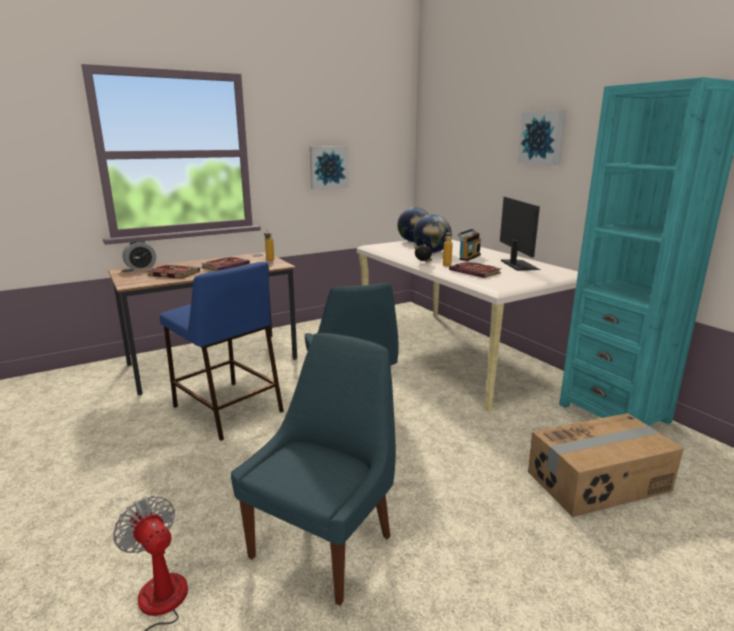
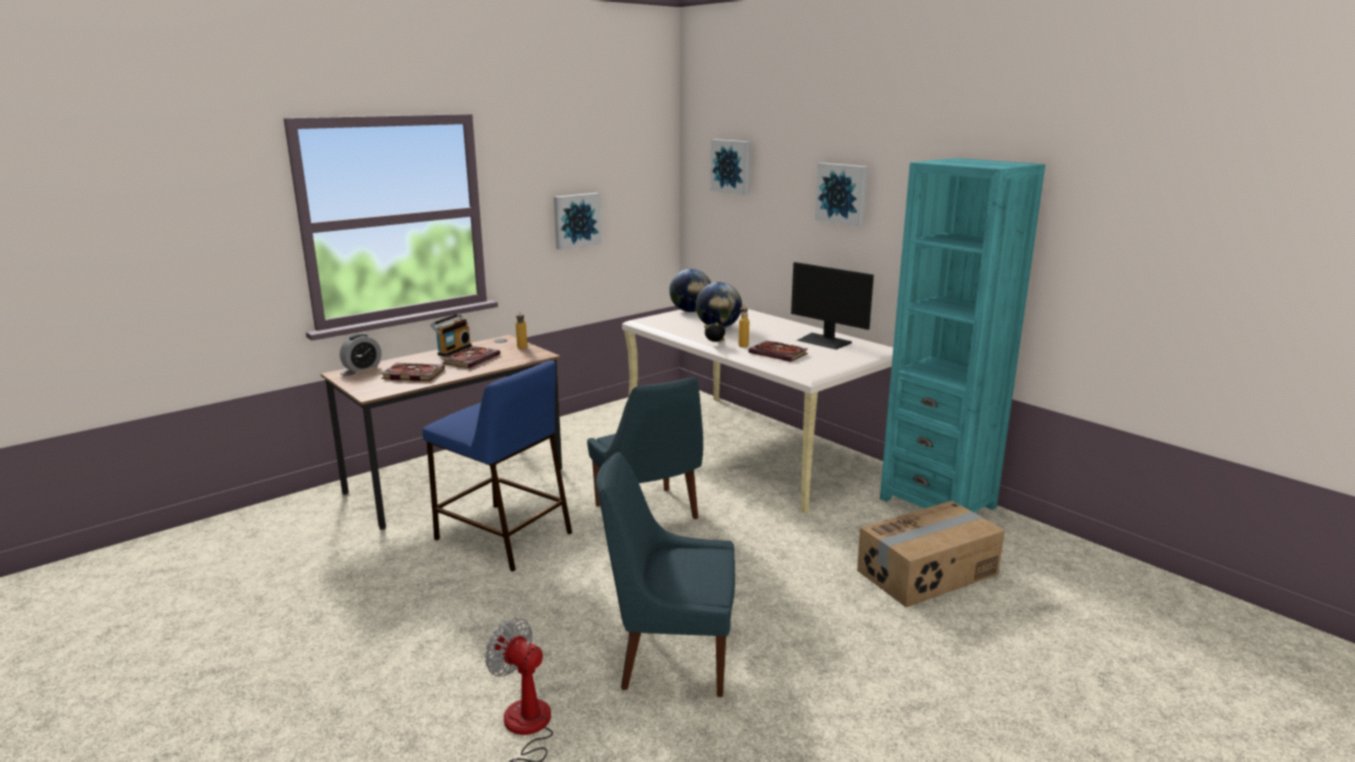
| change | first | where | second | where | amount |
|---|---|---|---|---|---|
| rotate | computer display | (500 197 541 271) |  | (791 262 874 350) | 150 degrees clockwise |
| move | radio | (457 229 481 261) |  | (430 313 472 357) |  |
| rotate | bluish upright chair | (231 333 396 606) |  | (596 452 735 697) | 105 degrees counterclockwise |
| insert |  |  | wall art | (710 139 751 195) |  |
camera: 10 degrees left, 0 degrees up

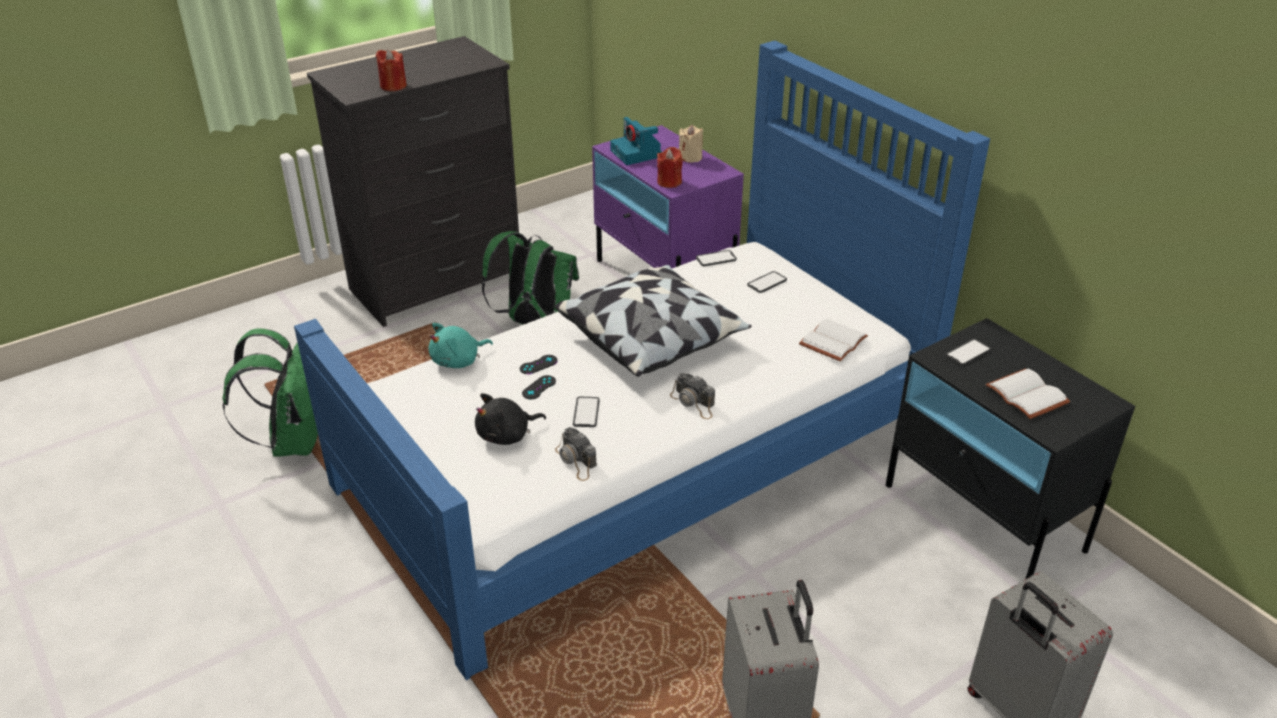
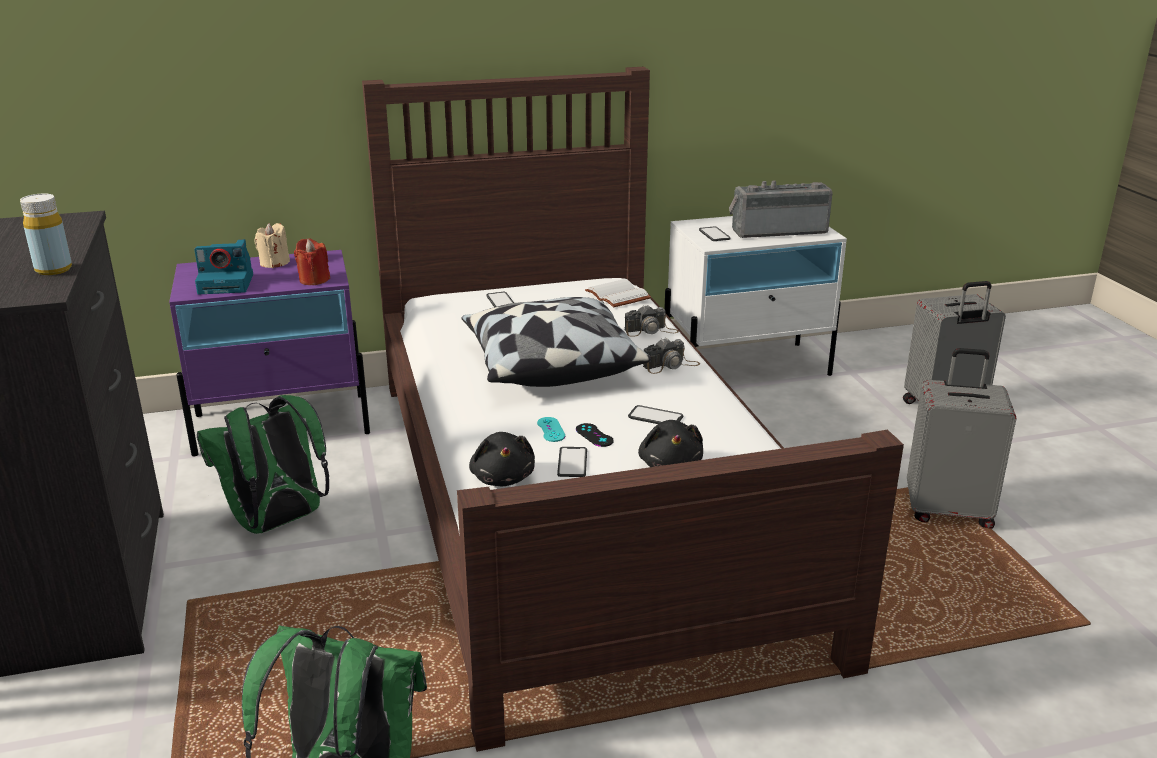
| change | first | where | second | where | amount |
|---|---|---|---|---|---|
| recolor | bluish bedroom bed | (294 41 990 680) | brown bedroom bed | (362 67 904 752) |  |
| replace | red wax candle | (376 49 407 91) | yellow bottle | (20 194 72 275) |  |
| move | telephone | (696 250 737 266) |  | (557 447 587 477) |  |
| recolor | blackish nightstand | (886 318 1135 579) | white nightstand | (664 216 847 376) |  |
| recolor | turquoise-coloured plush toy | (429 323 493 368) | blackish plush toy | (469 432 535 486) |  |
| recolor | blackish gamepad | (520 355 557 374) | turquoise-coloured gamepad | (537 417 565 442) |  |
| replace | white bound book | (986 369 1070 419) | radio | (729 180 833 238) |  |
| move | photo camera | (555 427 597 481) |  | (624 305 679 337) |  |
camera: 70 degrees left, 10 degrees down

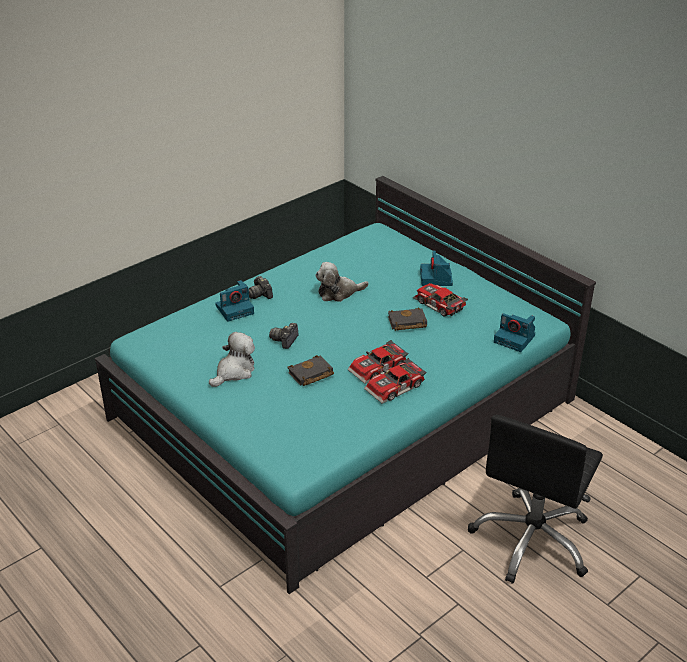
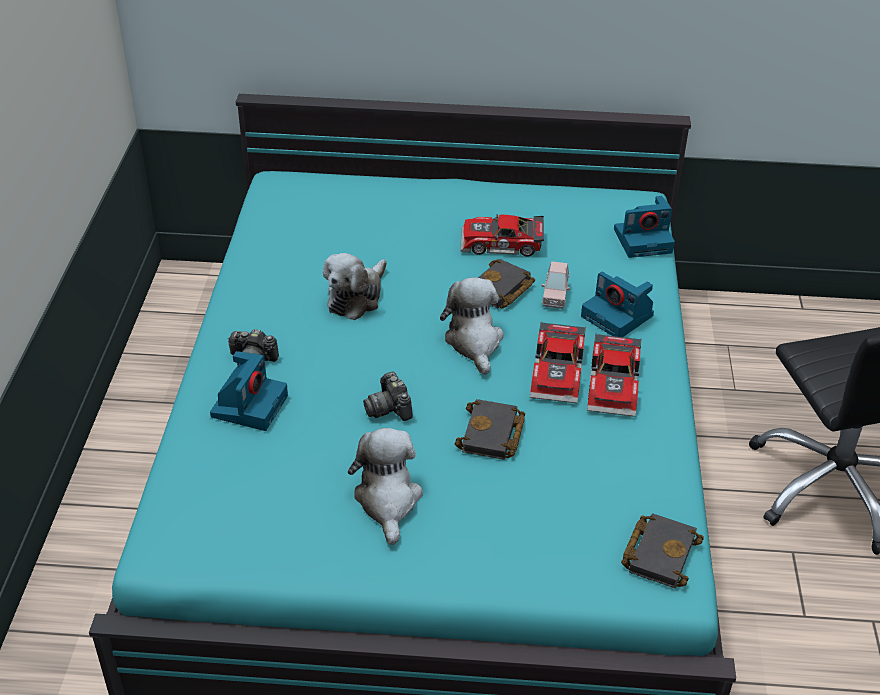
| change | first | where | second | where | amount |
|---|---|---|---|---|---|
| move | photo camera | (420 251 453 286) |  | (581 272 654 337) |  |
| insert |  |  | pinkish miniature car | (541 261 570 309) |  |
| insert |  |  | plush toy | (440 277 504 375) |  |
| insert |  |  | blackish bound book | (621 513 704 588) |  |
camera: 45 degrees left, 5 degrees up

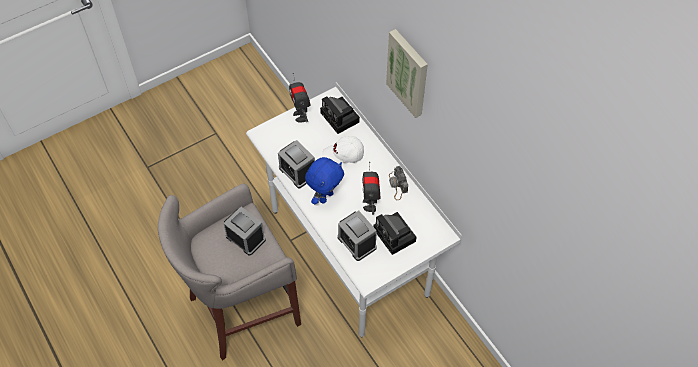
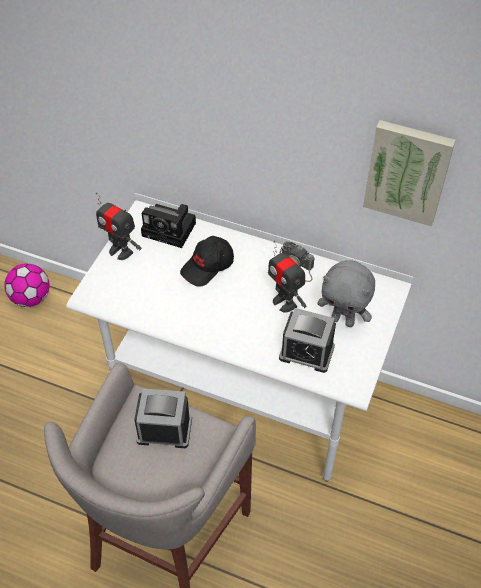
| change | first | where | second | where | amount |
|---|---|---|---|---|---|
| move | wall art | (386 29 428 118) |  | (363 120 456 226) |  |
| recolor | white peaked cap | (322 136 364 164) | blackish peaked cap | (180 236 234 286) |  |
| delete | alarm clock | (278 140 315 188) |  |  |  |
| delete | bluish plush toy | (305 157 344 205) |  |  |  |
| replace | photo camera | (374 212 417 255) | gray plush toy | (317 260 375 327) |  |
| insert |  |  | football ball | (4 263 50 307) |  |
camera: 35 degrees left, 5 degrees down

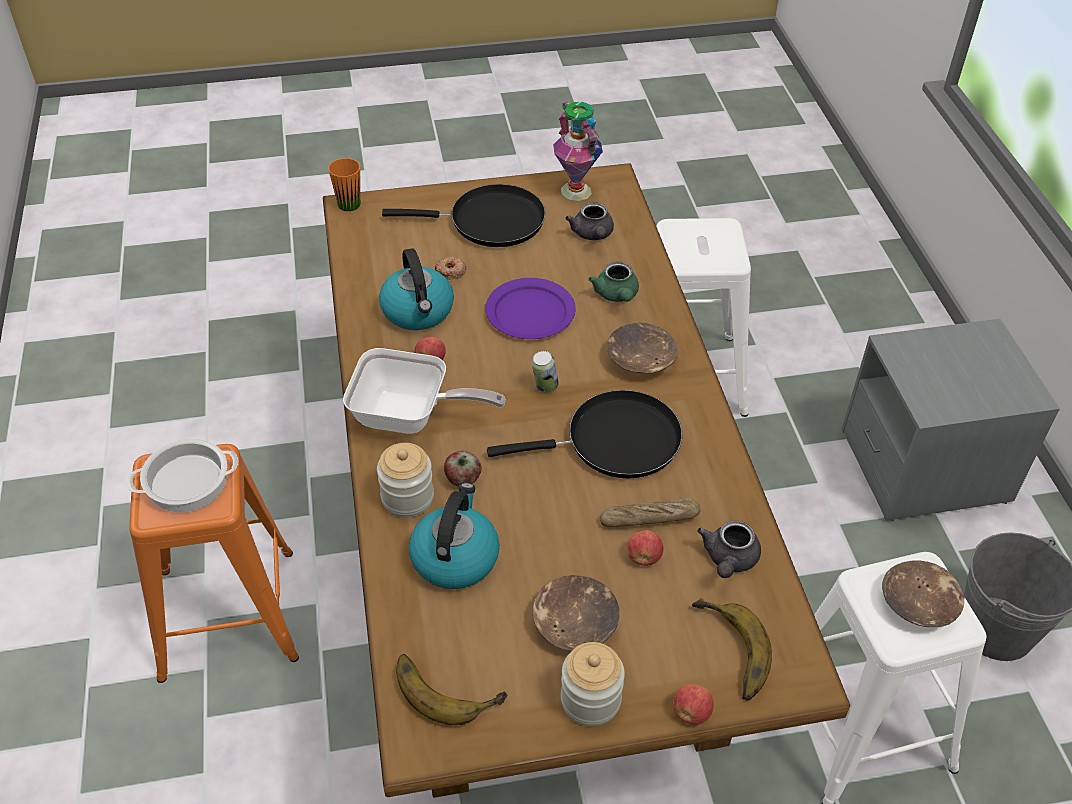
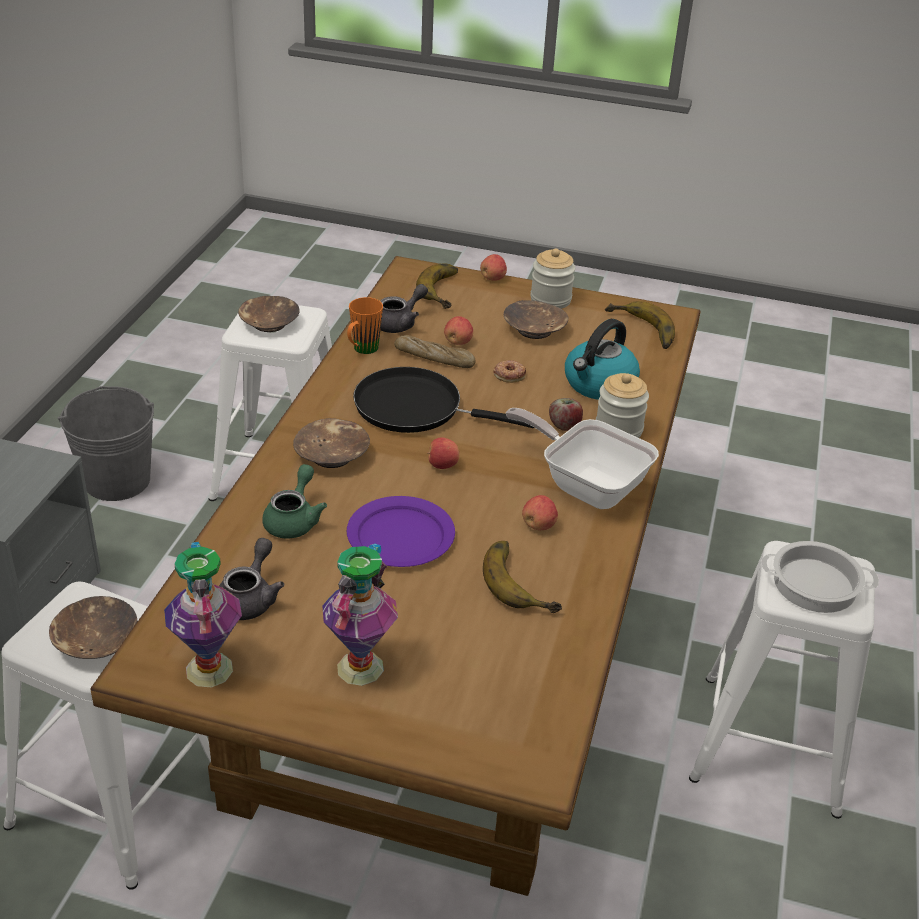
| change | first | where | second | where | amount |
|---|---|---|---|---|---|
| move | orange-coloured coffee mug | (328 158 360 211) |  | (347 297 383 354) |  |
| replace | blackish skillet | (382 184 546 247) | flower vase | (322 544 398 686) |  |
| replace | water kettle | (379 248 454 330) | banana | (483 541 562 613) |  |
| move | doughnut | (435 257 466 280) |  | (493 360 526 383) |  |
| replace | metal can | (532 351 559 393) | whole apple | (427 438 459 469) |  |
| recolor | orange-coloured stool | (129 444 299 683) | white stool | (689 541 875 819) |  |
| insert |  |  | brown deep dish | (49 596 138 659) |  |
camera: 155 degrees left, 10 degrees down

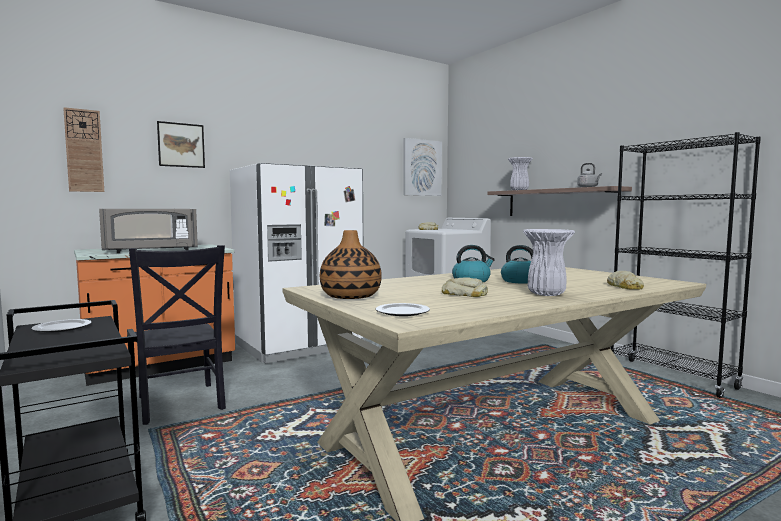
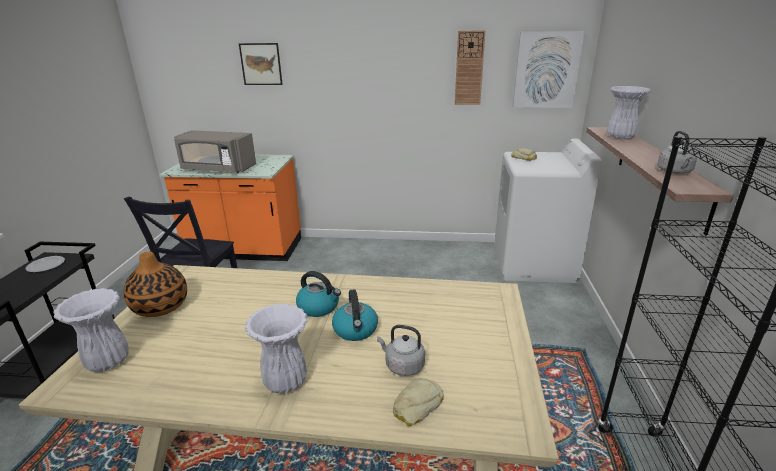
| change | first | where | second | where | amount |
|---|---|---|---|---|---|
| move | hanging clock | (63 107 104 192) |  | (455 30 486 105) |  |
| delete | white fridge | (230 163 364 364) |  |  |  |
| delete | bread | (442 277 488 297) |  |  |  |
| replace | plate | (376 303 430 316) | white flower vase | (53 288 129 372) |  |
| insert |  |  | gray water kettle | (377 325 425 376) |  |
camera: 40 degrees right, 20 degrees up

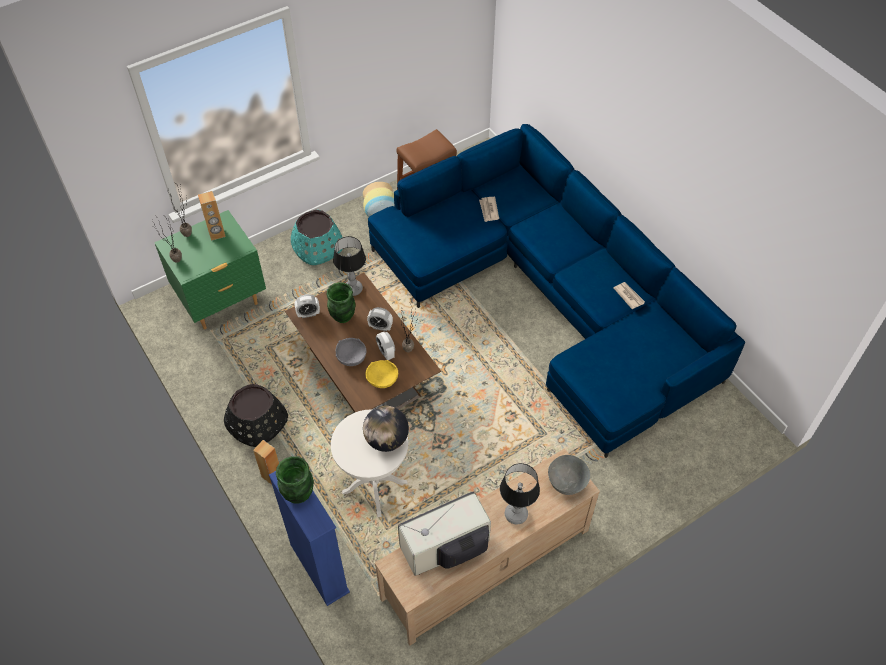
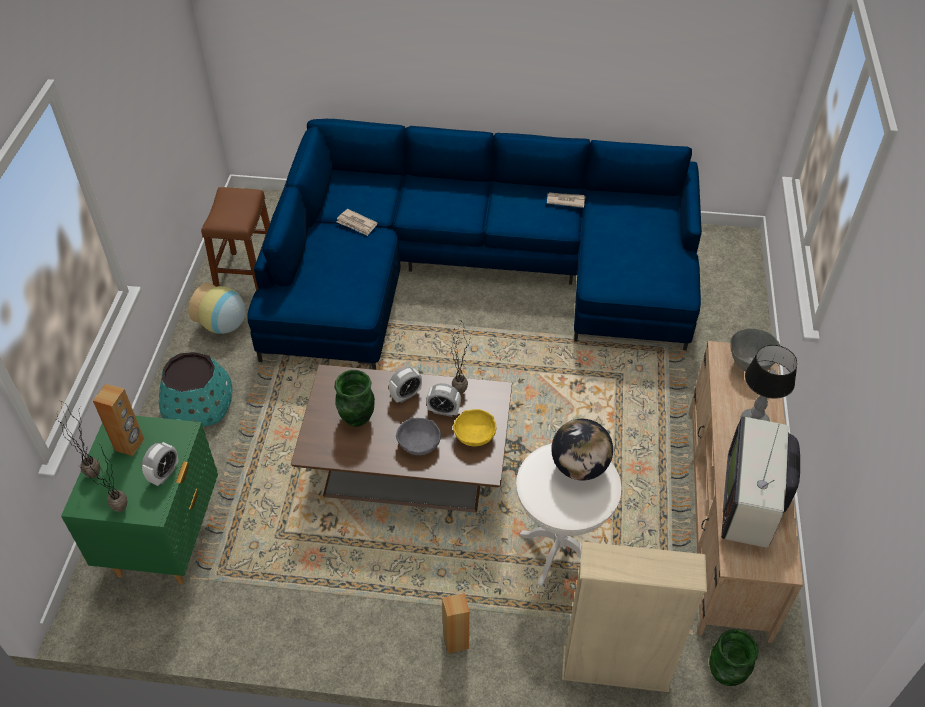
| change | first | where | second | where | amount |
|---|---|---|---|---|---|
| delete | tabletop lamp | (333 236 366 296) |  |  |  |
| move | alarm clock | (294 294 320 318) |  | (142 442 179 486) |  |
| delete | blackish planter | (224 384 288 447) |  |  |  |
| move | green-coloured flower vase | (276 456 314 504) |  | (709 629 759 686) |  |
| recolor | bluish shelving unit | (269 471 350 606) | beige shelving unit | (562 541 707 692) |  |
camera: 50 degrees left, 5 degrees down

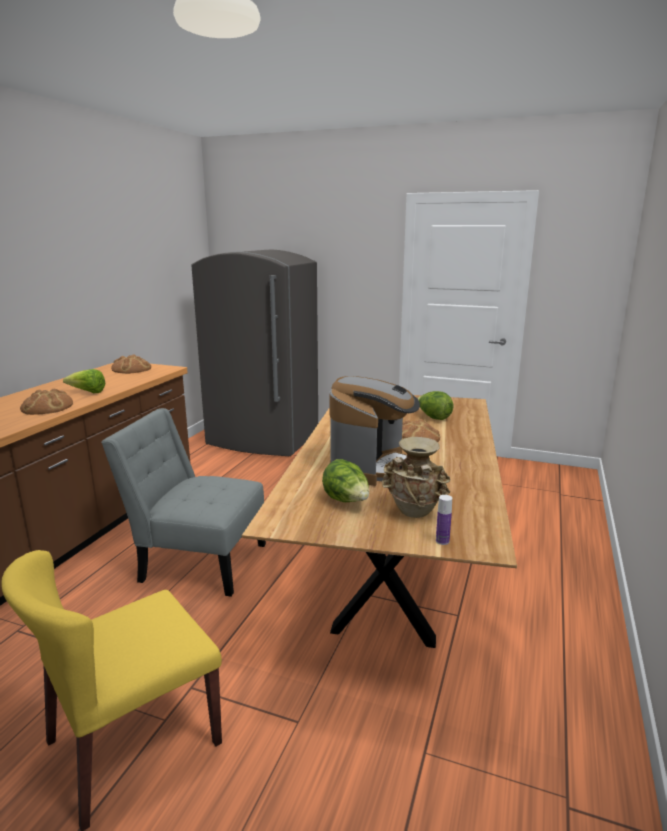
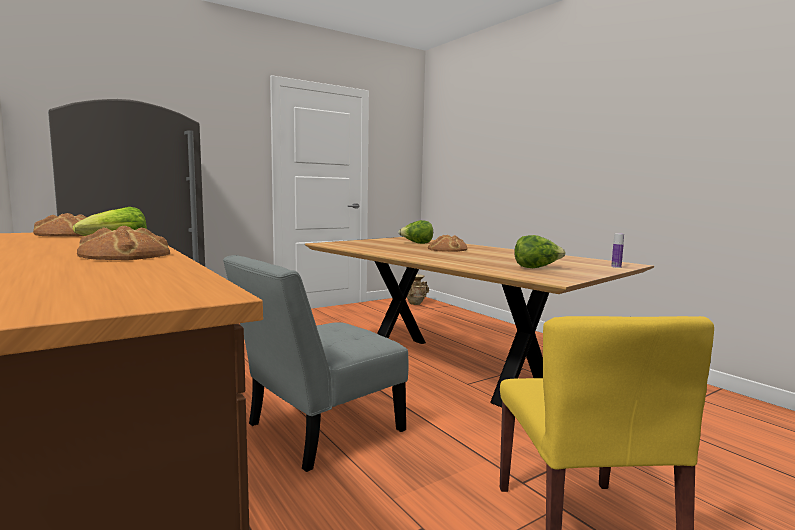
| change | first | where | second | where | amount |
|---|---|---|---|---|---|
| delete | coffee brewer | (329 376 420 486) |  |  |  |
| move | beige flower vase | (382 437 450 518) |  | (407 274 429 305) |  |
camera: 55 degrees left, 10 degrees down

